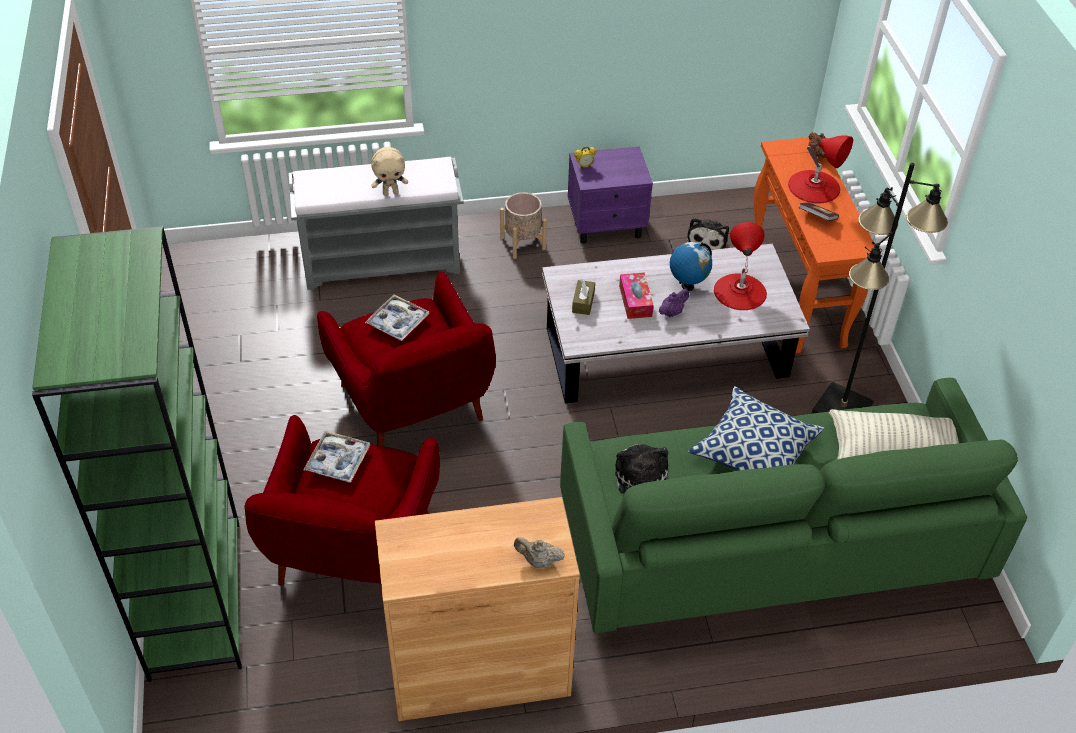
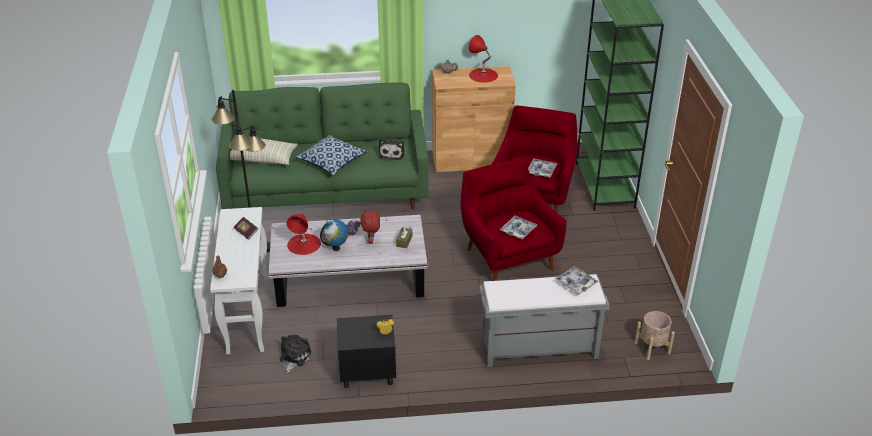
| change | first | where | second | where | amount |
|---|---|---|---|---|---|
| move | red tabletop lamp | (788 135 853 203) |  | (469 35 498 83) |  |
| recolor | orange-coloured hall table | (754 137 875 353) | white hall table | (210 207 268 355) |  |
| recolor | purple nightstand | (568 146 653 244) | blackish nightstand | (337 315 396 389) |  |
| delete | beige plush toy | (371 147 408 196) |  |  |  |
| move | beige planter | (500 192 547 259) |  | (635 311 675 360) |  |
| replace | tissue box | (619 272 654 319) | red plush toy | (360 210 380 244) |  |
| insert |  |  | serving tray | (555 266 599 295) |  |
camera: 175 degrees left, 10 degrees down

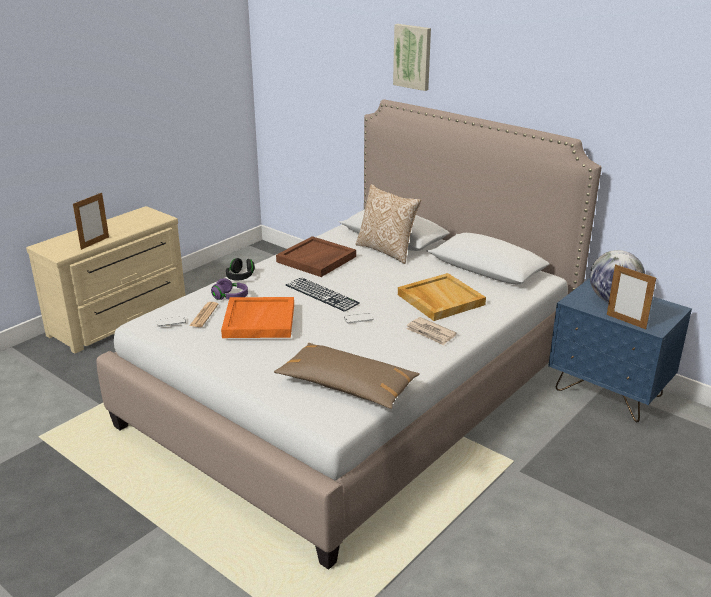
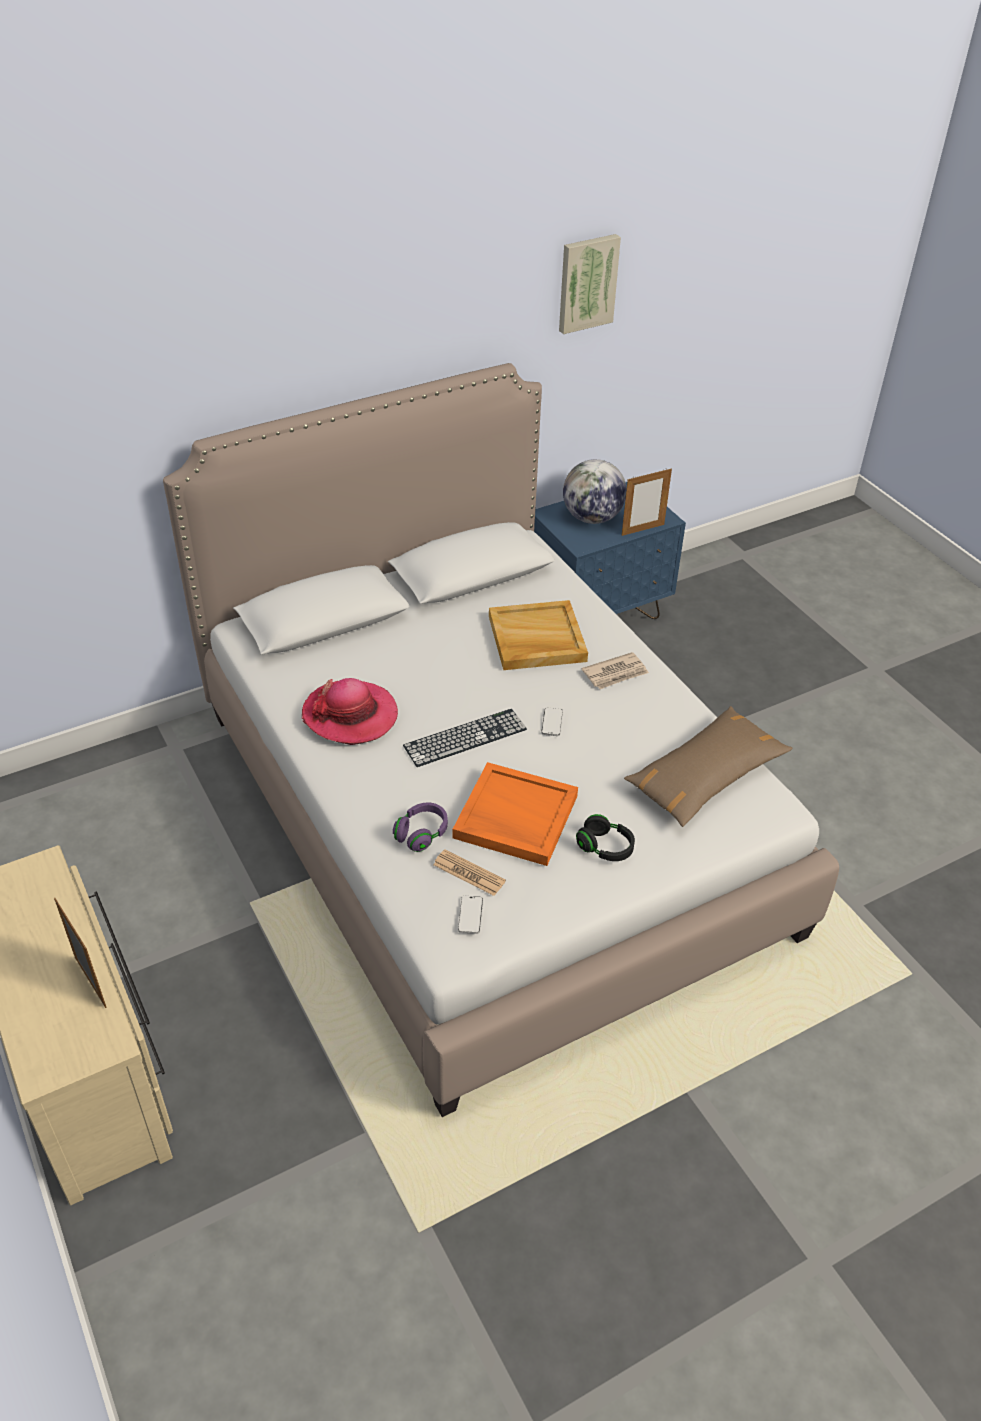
| change | first | where | second | where | amount |
|---|---|---|---|---|---|
| move | wall art | (393 24 431 91) |  | (559 234 621 334) |  |
| delete | cushion | (356 184 421 264) |  |  |  |
| replace | brown serving tray | (276 236 356 277) | hat | (302 678 398 745) |  |
| move | blackish headphones | (226 258 255 281) |  | (576 814 635 861) |  |
camera: 70 degrees left, 15 degrees up

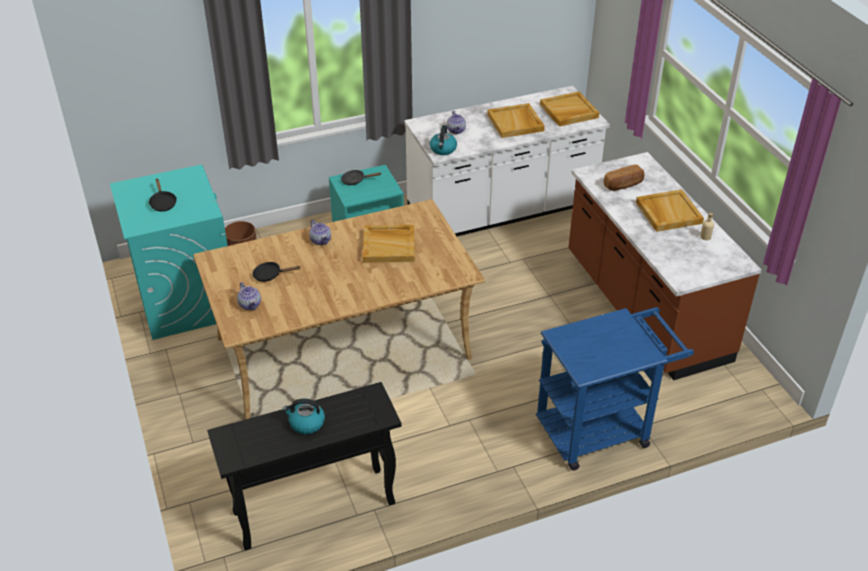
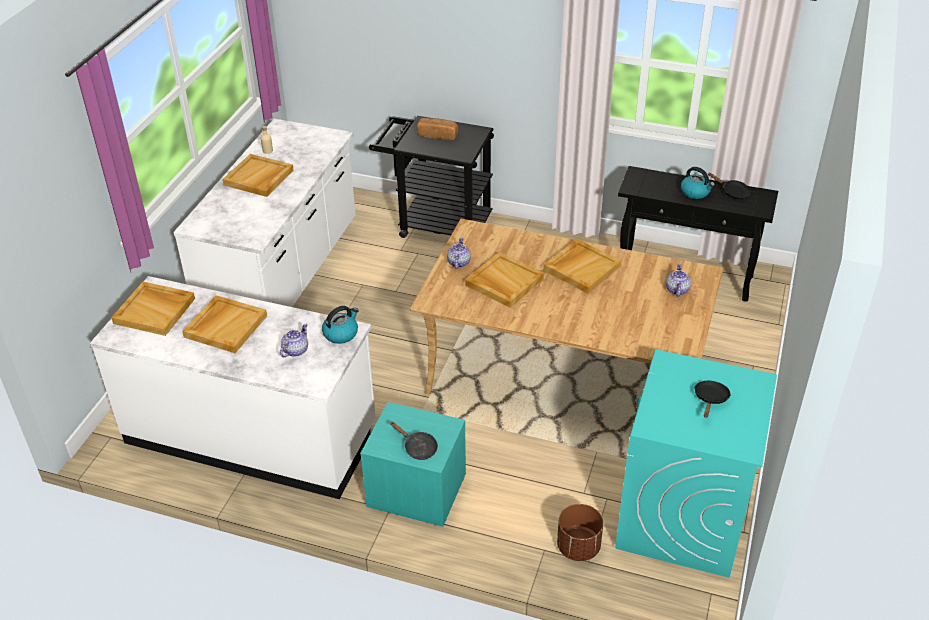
| change | first | where | second | where | amount |
|---|---|---|---|---|---|
| recolor | brown kitchen base unit | (568 152 762 380) | white kitchen base unit | (174 119 356 307) |  |
| move | bread | (604 164 644 191) |  | (417 118 459 140) |  |
| move | tea pot | (309 220 331 245) |  | (447 238 471 269) |  |
| move | blackish skillet | (253 262 301 282) |  | (708 173 750 199) |  |
| recolor | bluish cart | (536 307 694 471) | blackish cart | (369 116 494 238) |  |
| insert |  |  | beige serving tray | (543 239 621 293) |  |
camera: 140 degrees left, 0 degrees up

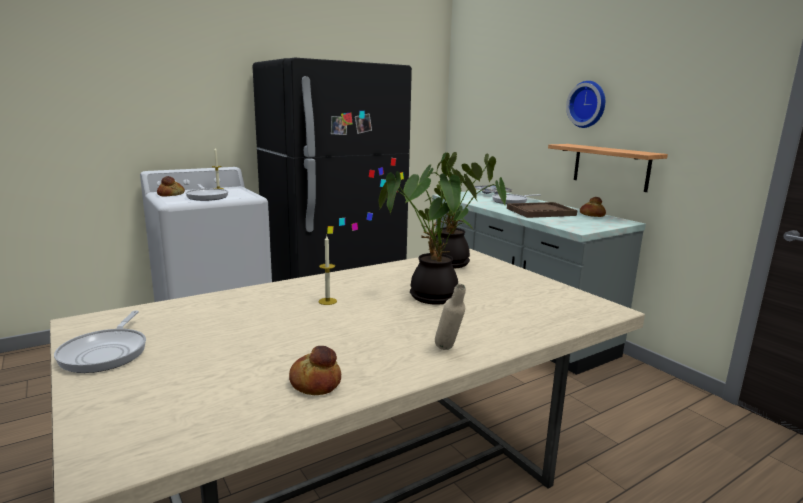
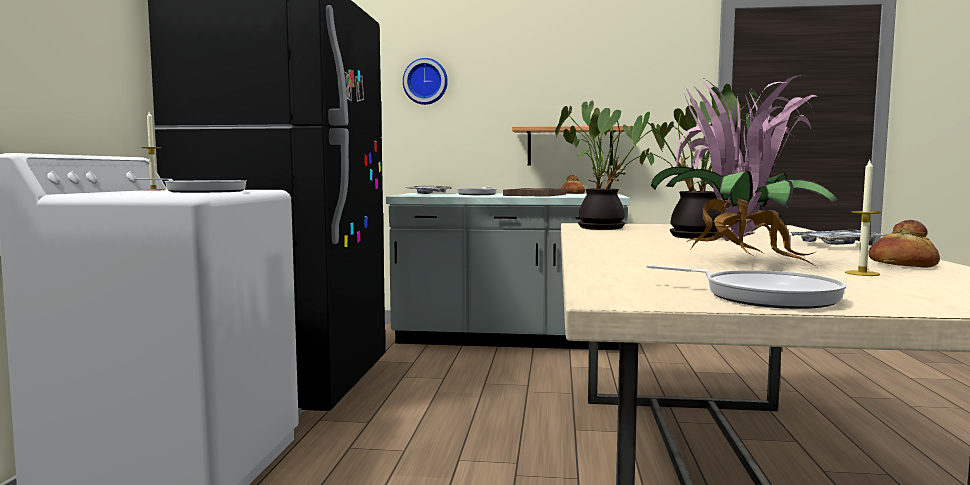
| change | first | where | second | where | amount |
|---|---|---|---|---|---|
| move | hanging clock | (566 81 605 128) |  | (403 58 448 105) |  |
| delete | bread | (157 176 185 196) |  |  |  |
| move | wax candle | (319 236 337 305) |  | (845 160 882 276) |  |
| replace | beige bottle | (435 284 466 350) | serving tray | (789 230 888 245) |  |
| insert |  |  | plant in a pot | (651 75 838 267) |  |
camera: 50 degrees left, 10 degrees down

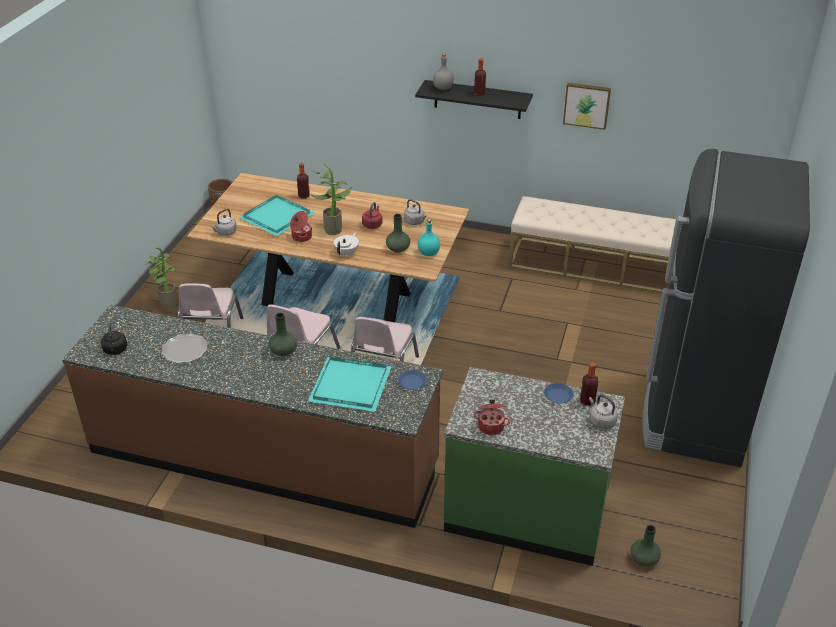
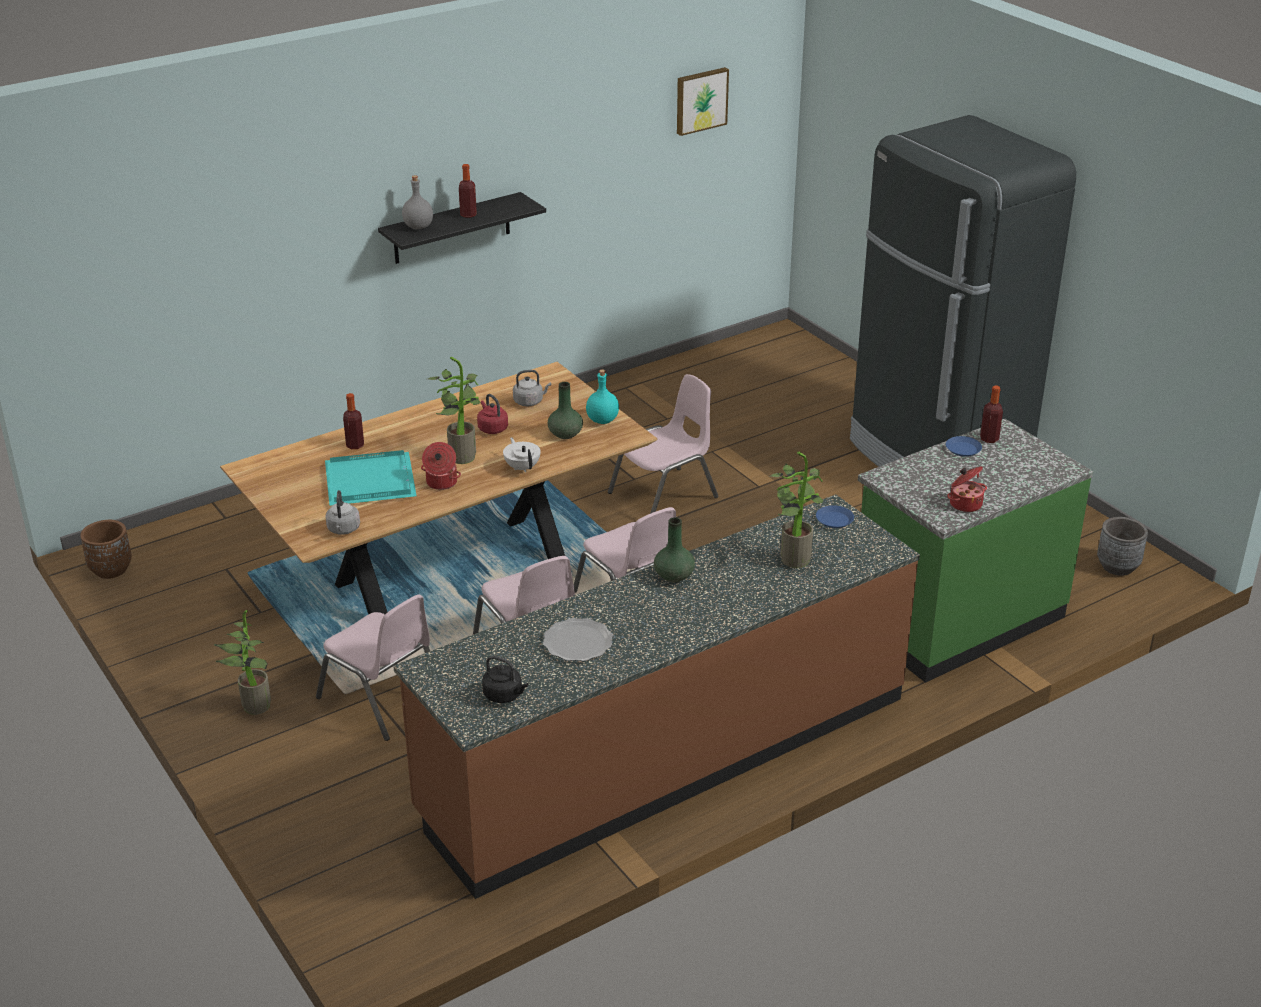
| change | first | where | second | where | amount |
|---|---|---|---|---|---|
| move | wall art | (563 83 611 130) |  | (677 67 729 136) |  |
| delete | beige bench | (508 196 682 294) |  |  |  |
| replace | turquoise-coloured serving tray | (308 357 392 412) | plant in a pot | (770 452 823 568) |  |
| delete | gray water kettle | (589 394 618 429) |  |  |  |
| delete | green-coloured flower vase | (631 525 661 567) |  |  |  |
| insert |  |  | pinkish upright chair | (608 374 718 514) |  |
| insert |  |  | gray planter | (1097 517 1148 576) |  |
camera: 50 degrees left, 5 degrees down

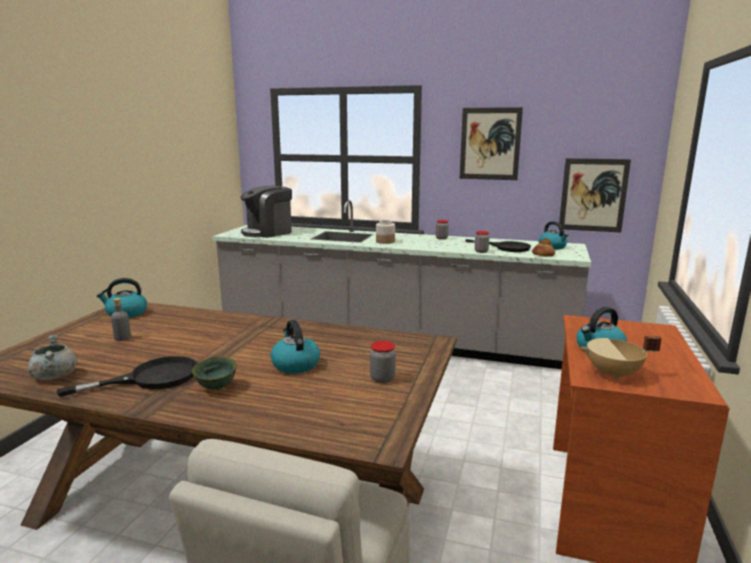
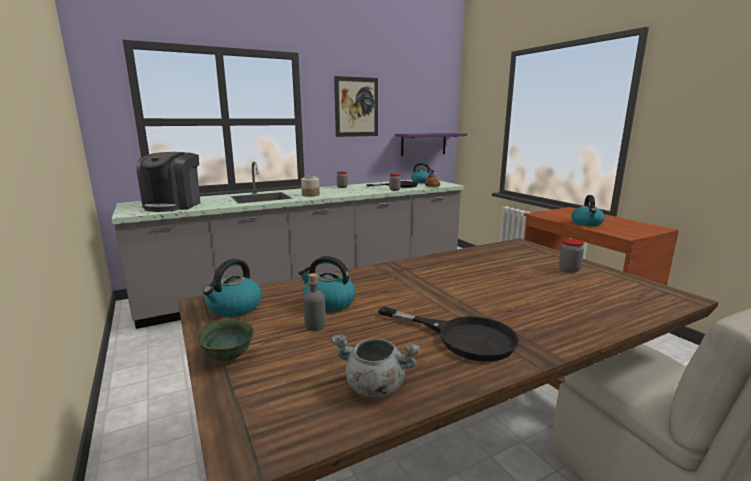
| change | first | where | second | where | amount |
|---|---|---|---|---|---|
| replace | wall art | (559 158 631 232) | purple bracket shelf | (395 133 467 156) |  |
| move | water kettle | (270 320 320 374) |  | (299 256 355 312) |  |
| delete | beige saucepot | (580 336 661 380) |  |  |  |
| rotate | blackish skillet | (56 356 197 397) |  | (378 307 519 362) | 105 degrees clockwise |
| move | green-coloured deep dish | (192 357 237 391) |  | (197 319 254 362) |  |
camera: 45 degrees left, 0 degrees up

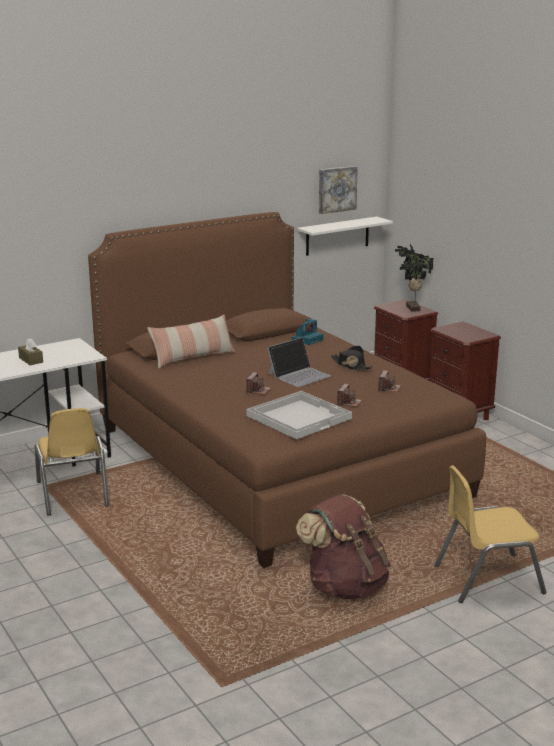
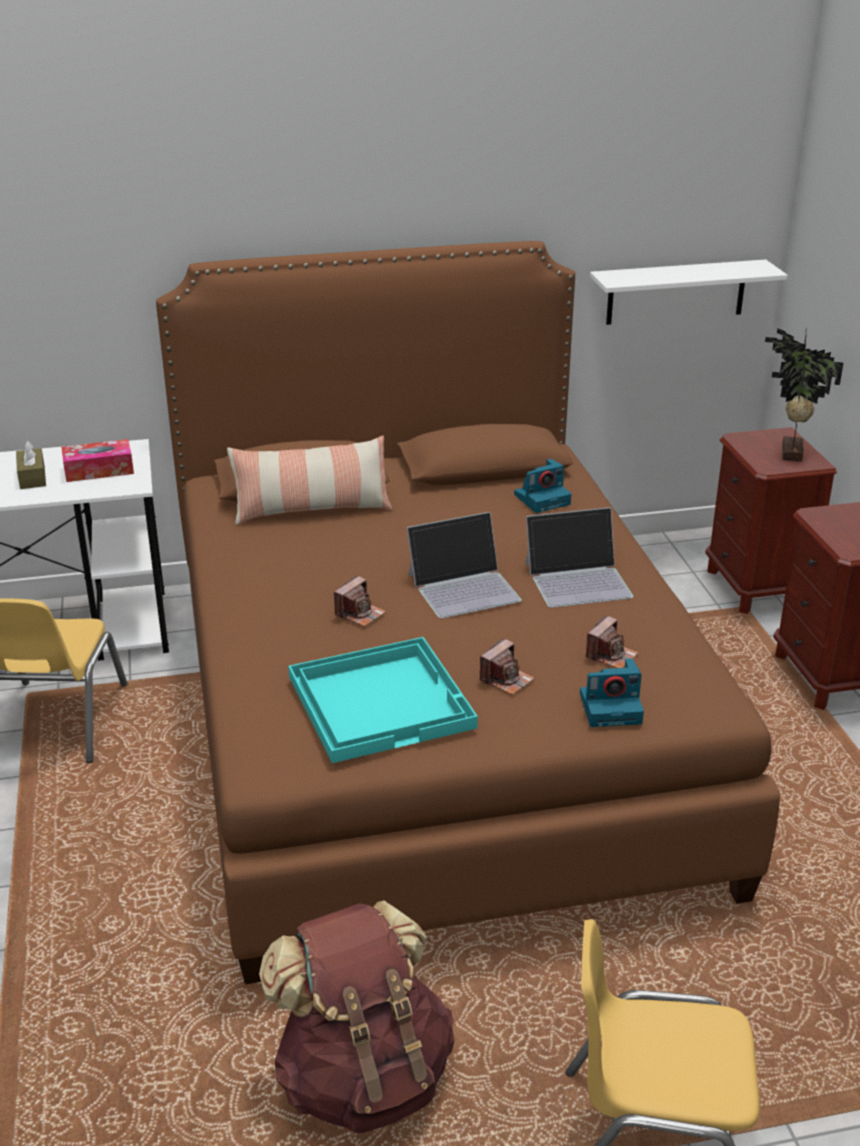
| change | first | where | second | where | amount |
|---|---|---|---|---|---|
| delete | wall art | (319 166 358 214) |  |  |  |
| replace | blackish hat | (331 346 373 371) | laptop | (525 507 634 608) |  |
| recolor | white serving tray | (246 391 352 439) | turquoise-coloured serving tray | (288 637 478 763) |  |
| insert |  |  | tissue box | (62 439 134 482) |  |
| insert |  |  | photo camera | (580 658 644 727) |  |
camera: 20 degrees right, 10 degrees up

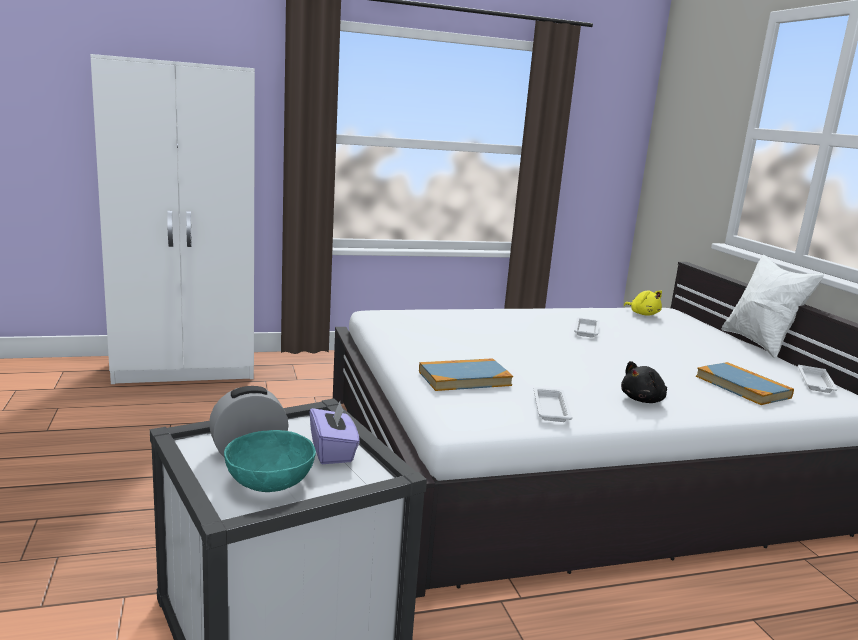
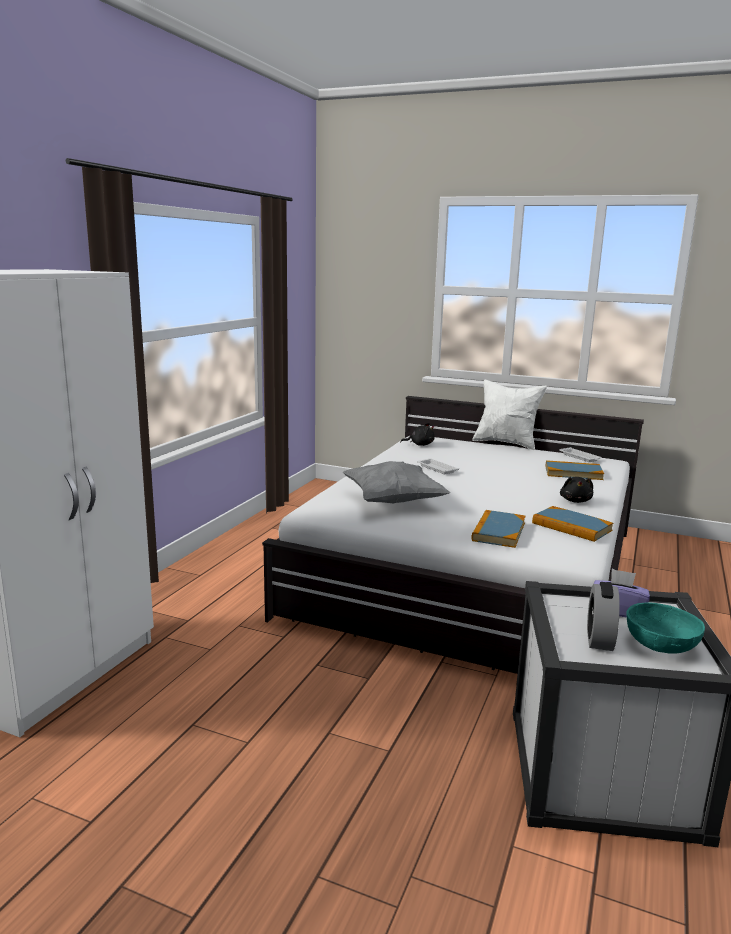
| change | first | where | second | where | amount |
|---|---|---|---|---|---|
| recolor | yellow plush toy | (624 290 662 315) | blackish plush toy | (400 423 435 446) |  |
| replace | white serving tray | (534 387 572 422) | bound book | (532 506 613 542) |  |
| insert |  |  | gray cushion | (343 461 451 503) |  |
camera: 50 degrees left, 0 degrees up

